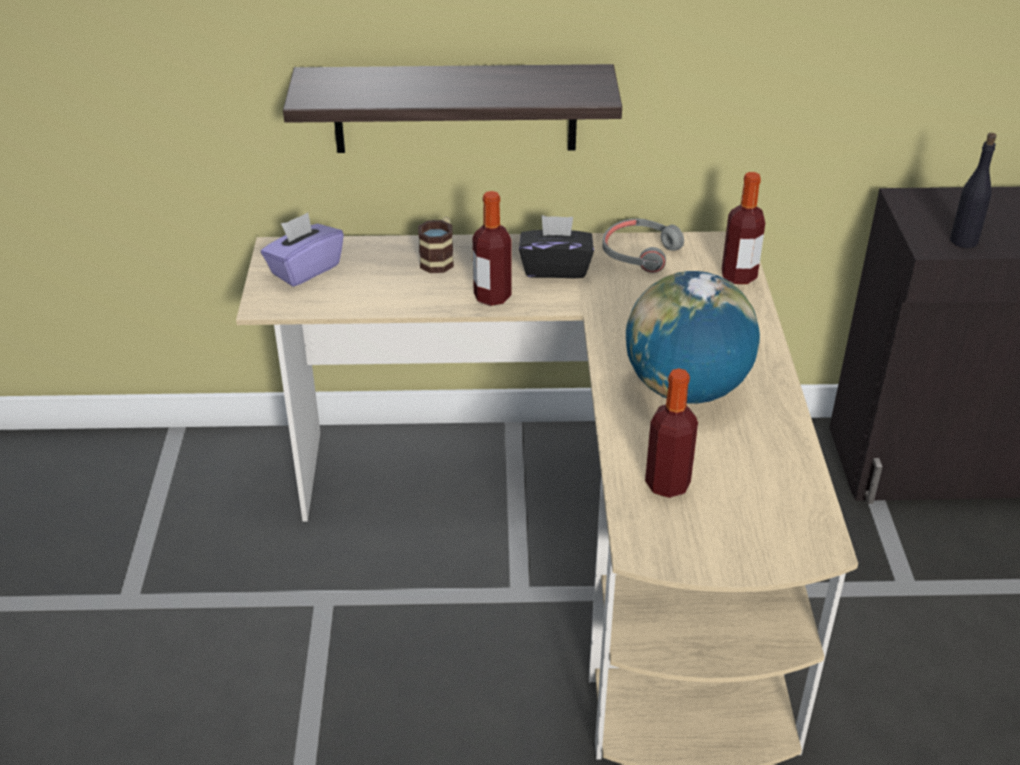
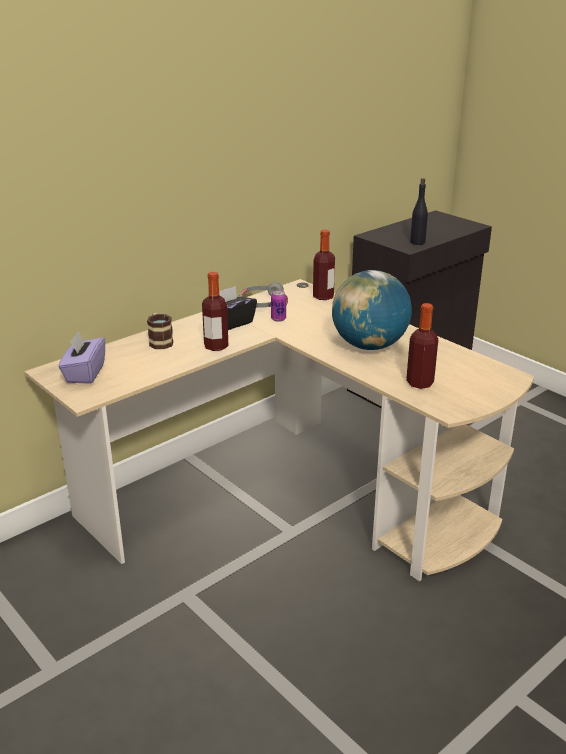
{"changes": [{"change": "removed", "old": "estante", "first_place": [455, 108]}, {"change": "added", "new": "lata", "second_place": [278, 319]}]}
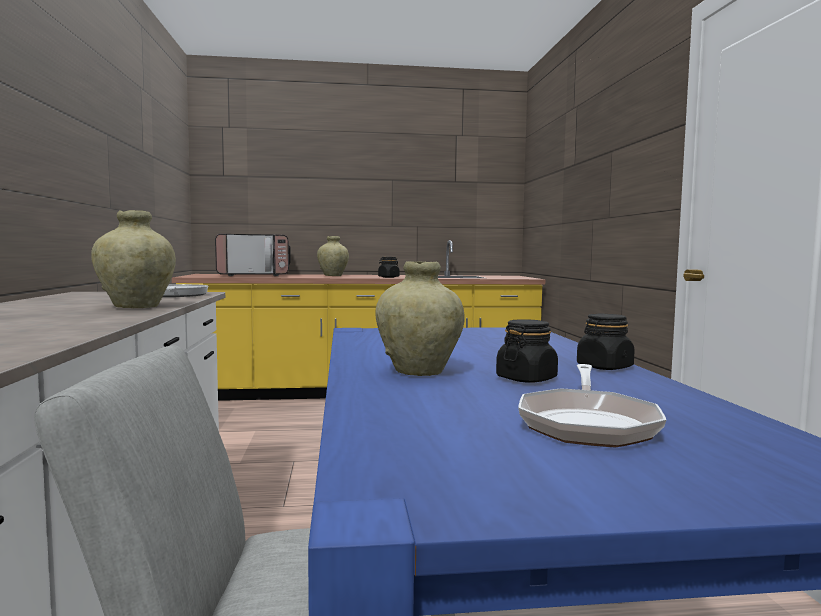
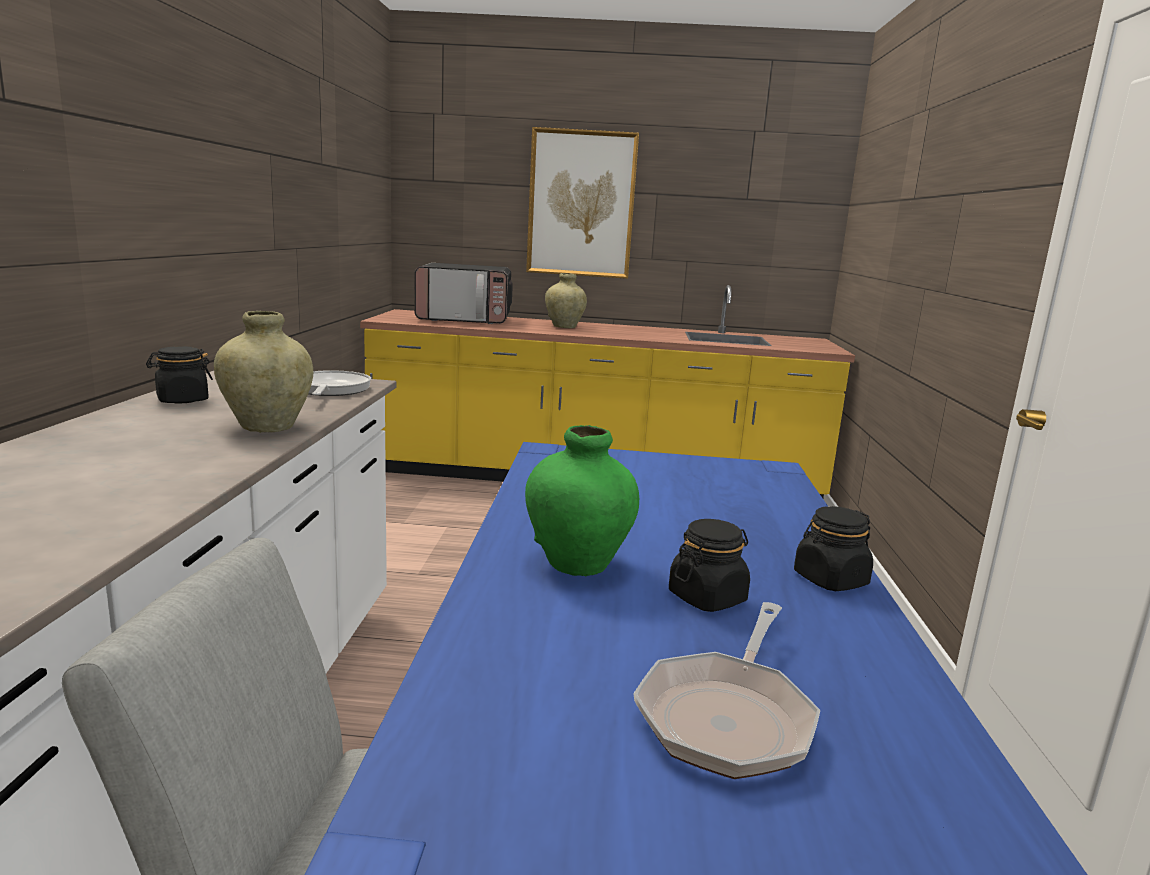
{"changes": [{"change": "recoloured", "old": "florero/beis", "new": "florero/verde", "first_place": [418, 372], "second_place": [577, 564]}, {"change": "moved", "old": "tarro/negro", "first_place": [388, 277], "second_place": [182, 400]}, {"change": "added", "new": "cuadro", "second_place": [581, 204]}]}
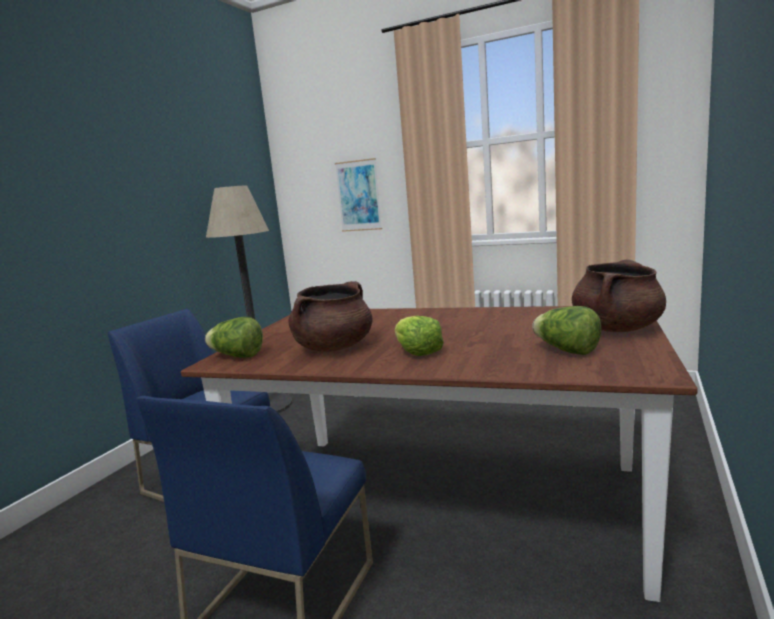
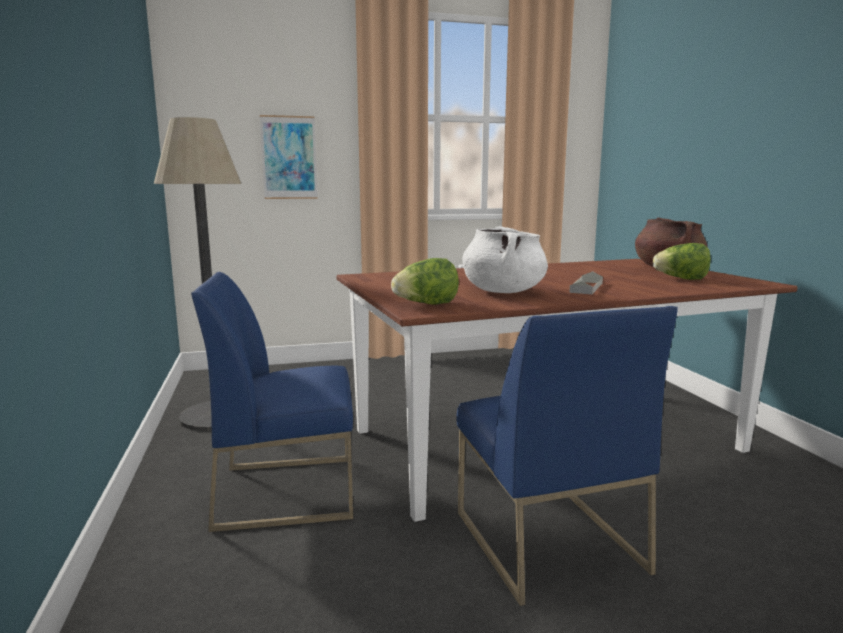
{"changes": [{"change": "recoloured", "old": "olla/marrón", "new": "olla/blanco", "first_place": [334, 347], "second_place": [503, 291]}, {"change": "replaced", "old": "lechuga", "new": "bandeja/gris", "first_place": [417, 352], "second_place": [586, 287]}]}
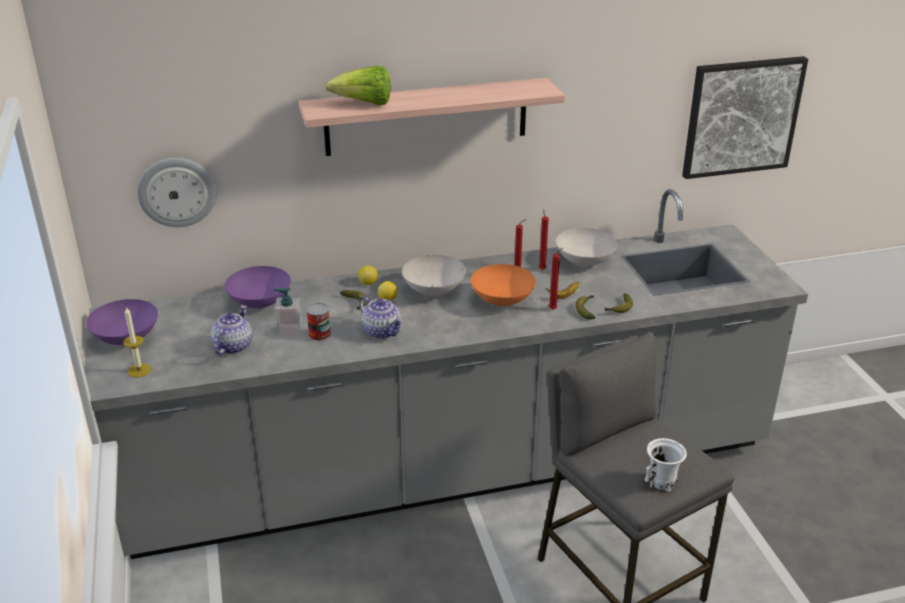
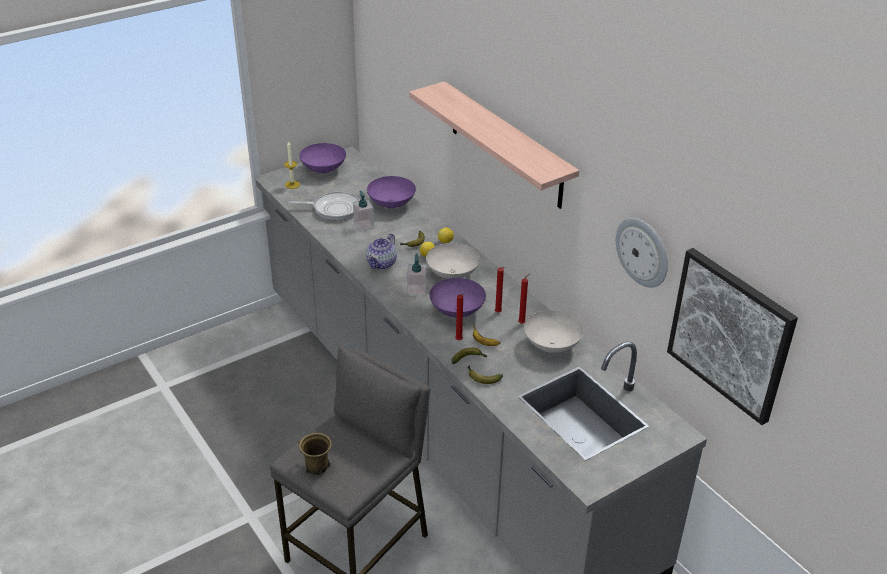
{"changes": [{"change": "moved", "old": "reloj de pared", "first_place": [177, 191], "second_place": [643, 252]}, {"change": "replaced", "old": "tetera", "new": "sartén", "first_place": [233, 346], "second_place": [333, 209]}, {"change": "removed", "old": "lata", "first_place": [319, 334]}, {"change": "removed", "old": "lechuga", "first_place": [365, 104]}, {"change": "recoloured", "old": "cuenco/naranja", "new": "cuenco/morado", "first_place": [502, 301], "second_place": [456, 311]}, {"change": "recoloured", "old": "taza grande/blanco", "new": "taza grande/marrón", "first_place": [662, 481], "second_place": [316, 467]}, {"change": "added", "new": "dispensador de jabón", "second_place": [416, 290]}]}
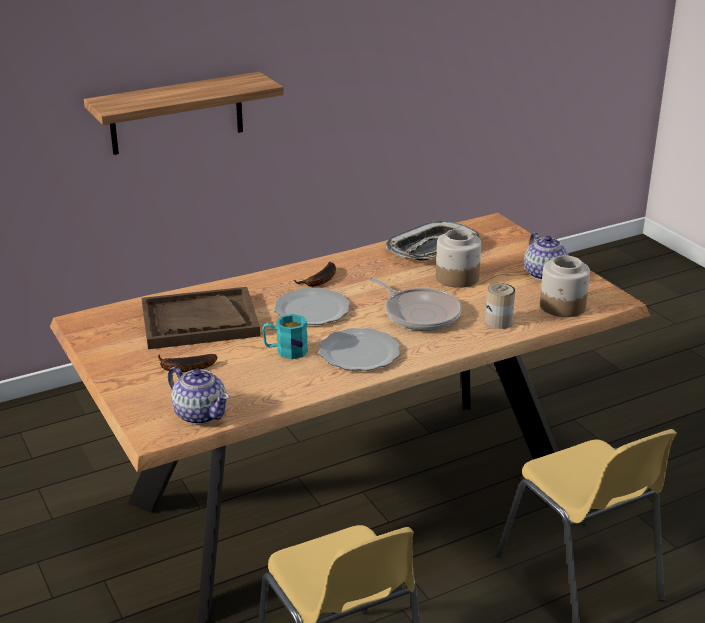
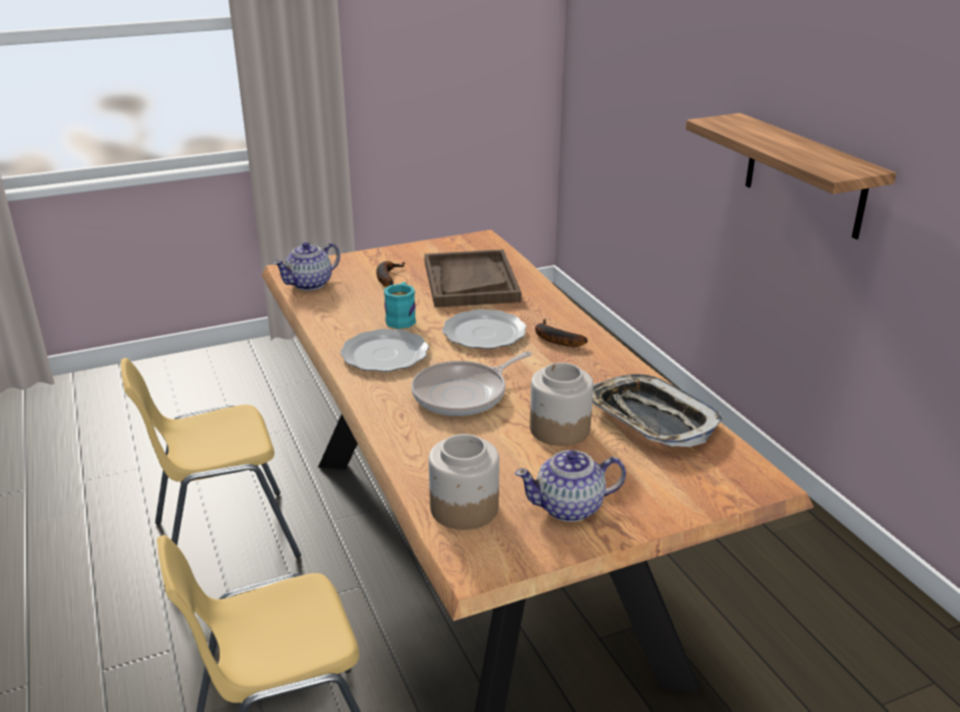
{"changes": [{"change": "removed", "old": "lata", "first_place": [498, 321]}]}
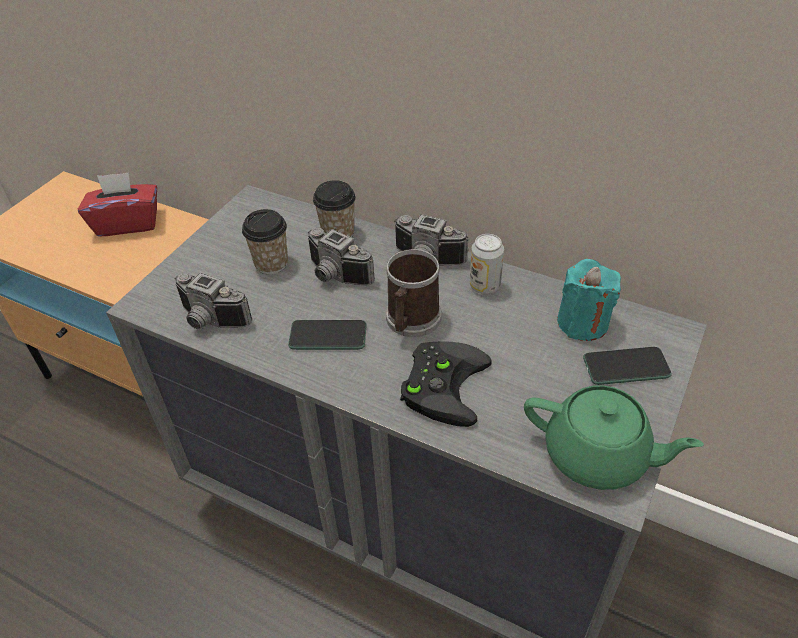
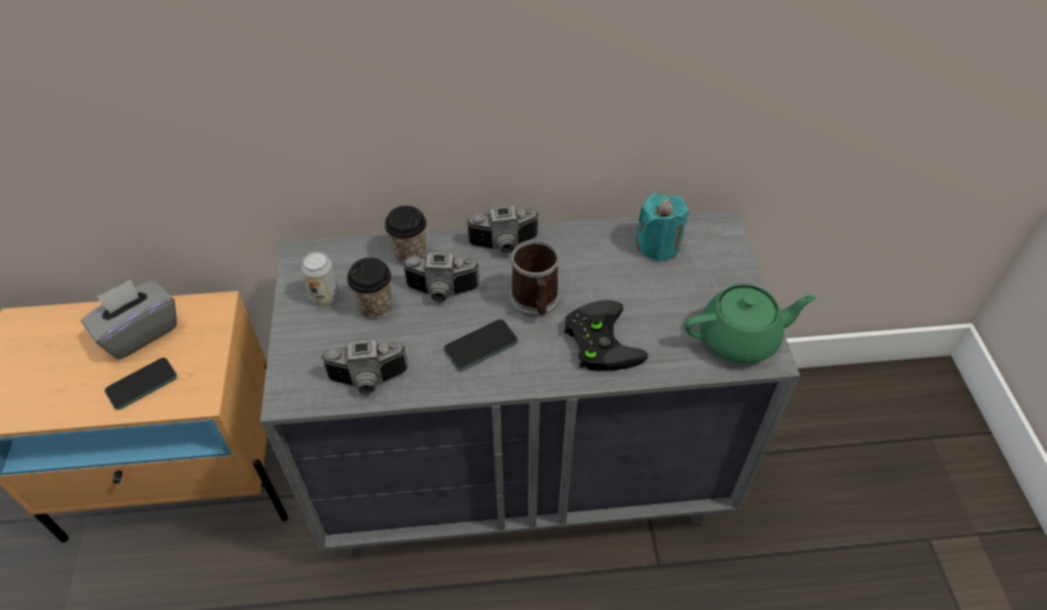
{"changes": [{"change": "recoloured", "old": "caja de pañuelos/rojo", "new": "caja de pañuelos/gris", "first_place": [128, 223], "second_place": [140, 332]}, {"change": "moved", "old": "lata", "first_place": [485, 286], "second_place": [325, 296]}, {"change": "moved", "old": "móvil", "first_place": [626, 367], "second_place": [142, 384]}]}
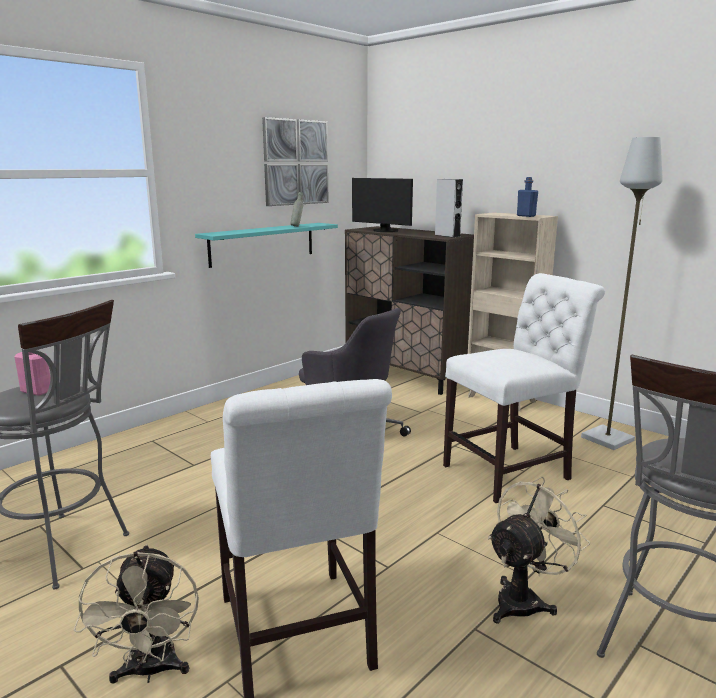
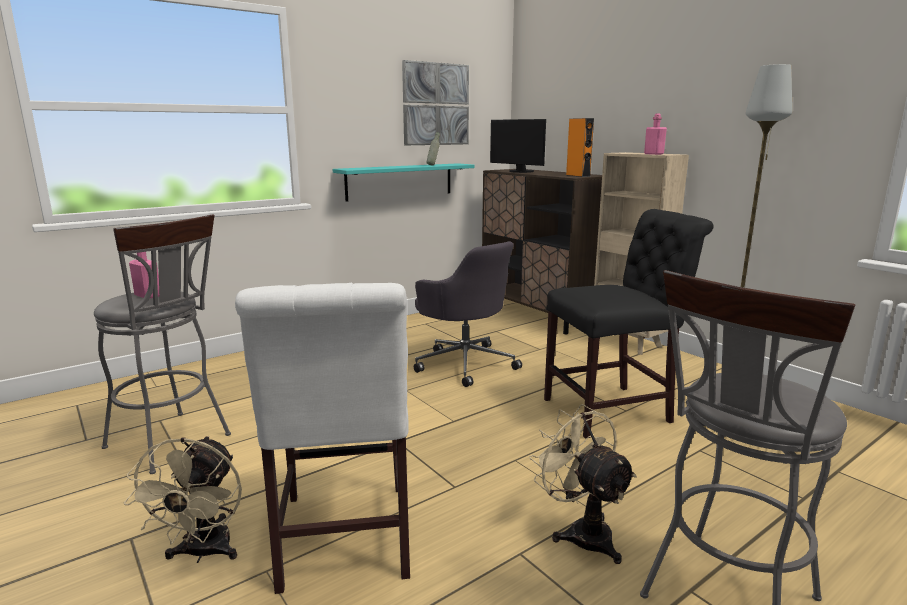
{"changes": [{"change": "recoloured", "old": "altavoz/gris", "new": "altavoz/naranja", "first_place": [447, 236], "second_place": [578, 175]}, {"change": "recoloured", "old": "silla/blanco", "new": "silla/negro", "first_place": [512, 471], "second_place": [613, 410]}, {"change": "turned", "old": "ventilador/beis", "first_place": [524, 599], "second_place": [582, 532], "degrees": -90}, {"change": "recoloured", "old": "botella/azul", "new": "botella/rosa", "first_place": [526, 216], "second_place": [653, 154]}]}
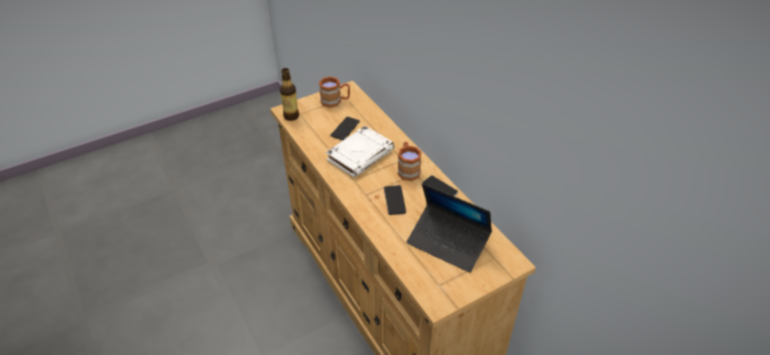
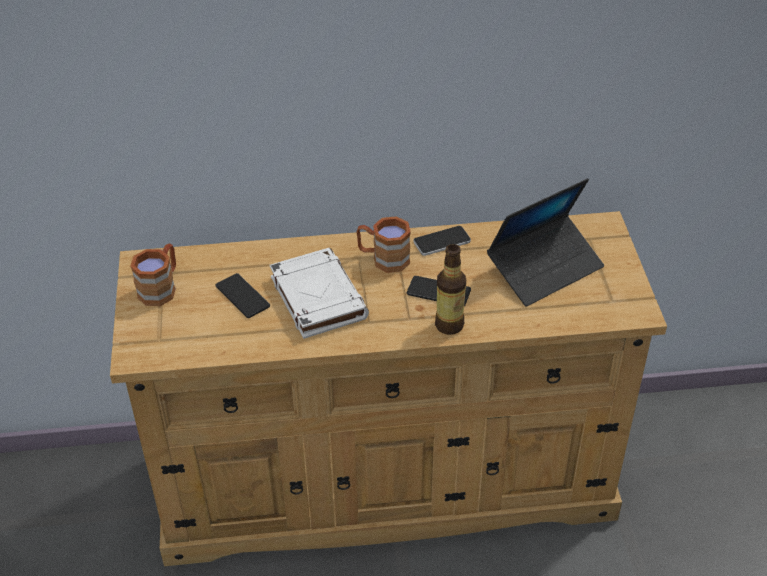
{"changes": [{"change": "moved", "old": "botella", "first_place": [291, 116], "second_place": [449, 325]}]}
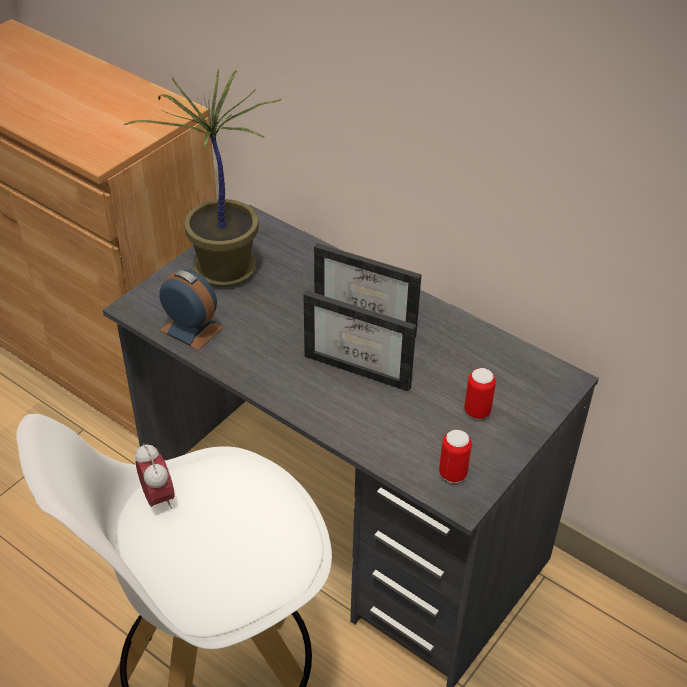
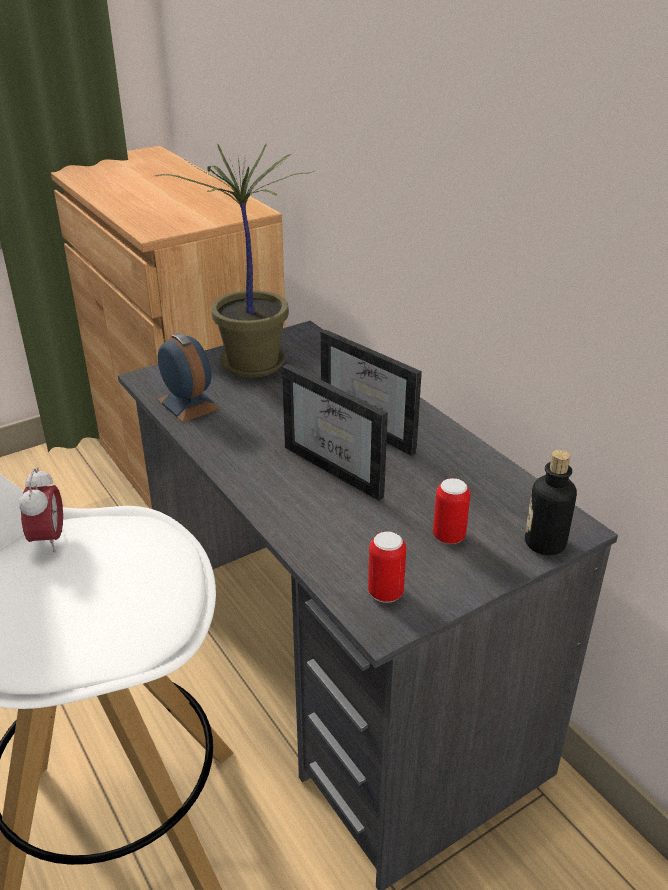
{"changes": [{"change": "added", "new": "botella", "second_place": [545, 543]}]}
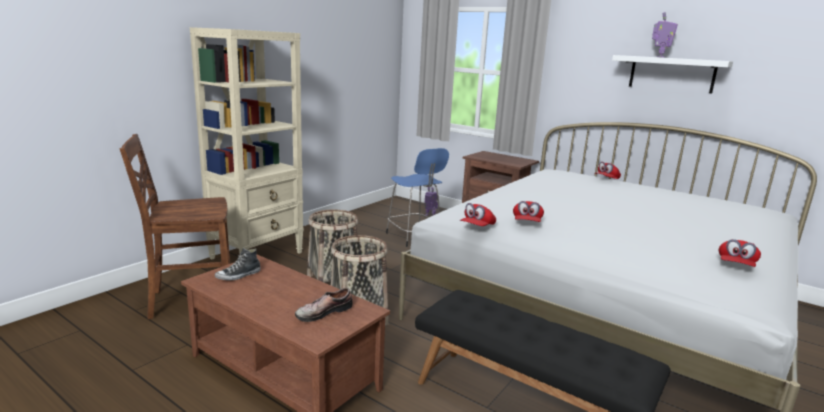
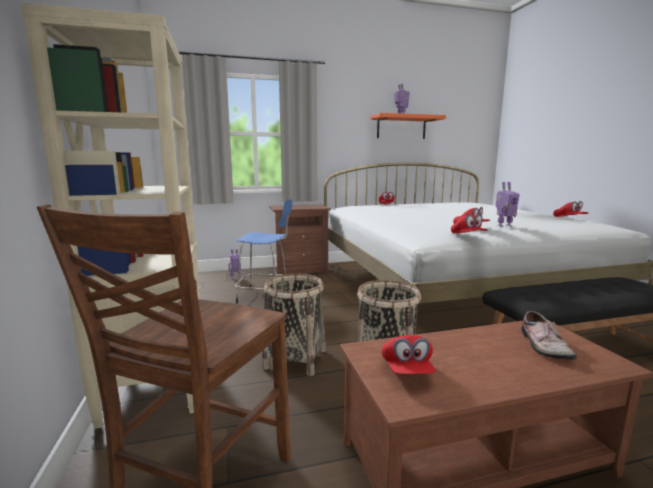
{"changes": [{"change": "replaced", "old": "zapato", "new": "gorra/rojo", "first_place": [238, 276], "second_place": [406, 370]}, {"change": "recoloured", "old": "estante/blanco", "new": "estante/naranja", "first_place": [671, 74], "second_place": [401, 127]}, {"change": "added", "new": "robot de juguete", "second_place": [504, 225]}]}
